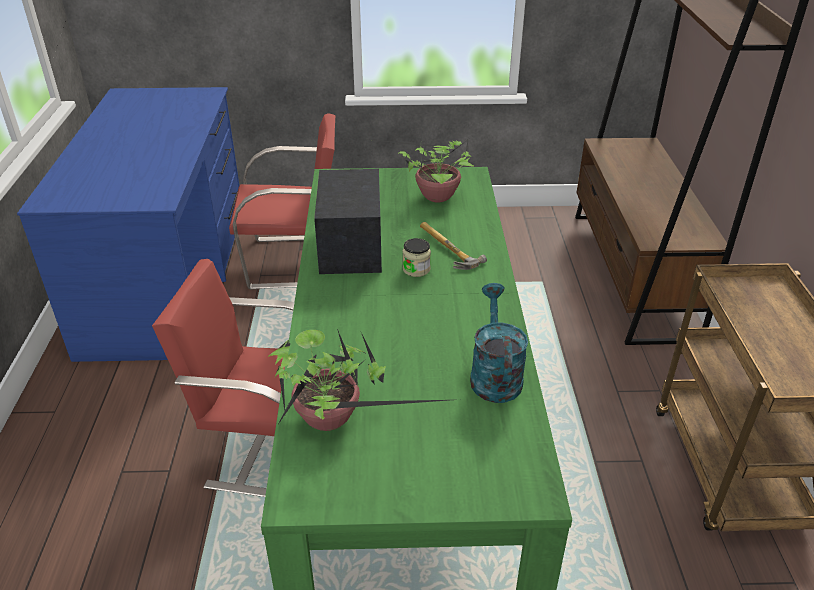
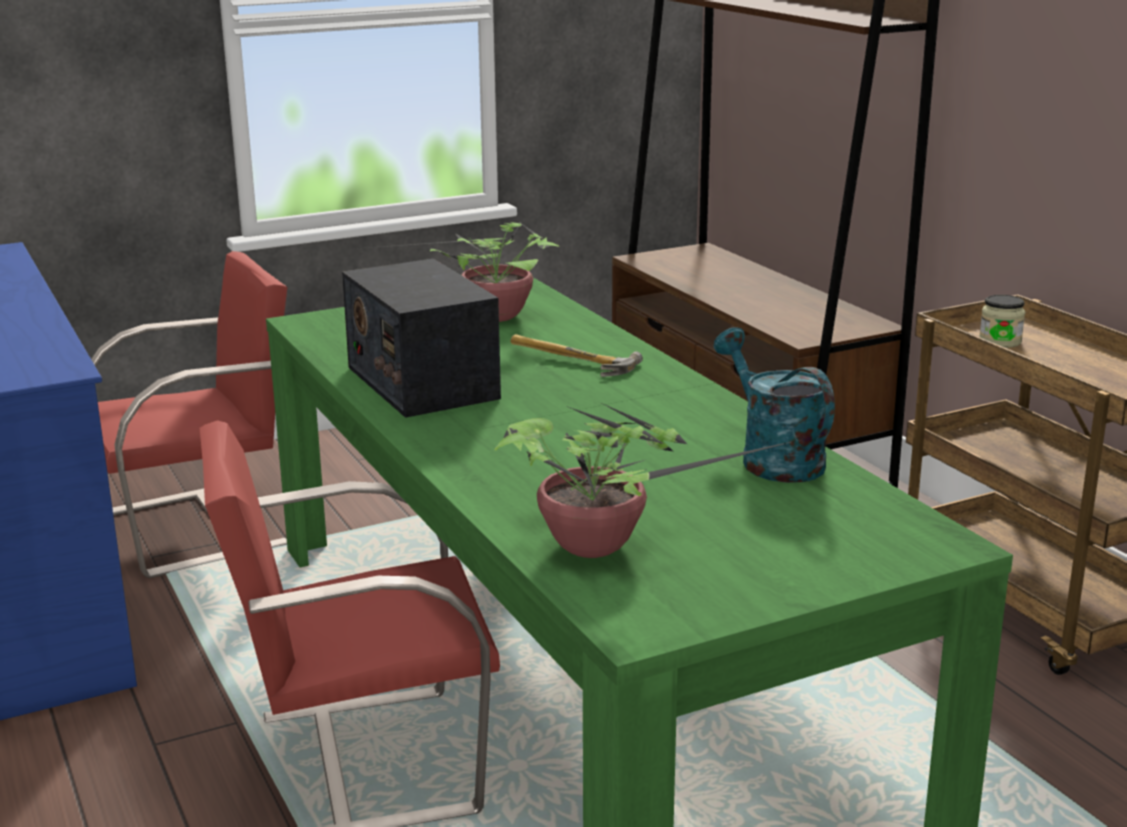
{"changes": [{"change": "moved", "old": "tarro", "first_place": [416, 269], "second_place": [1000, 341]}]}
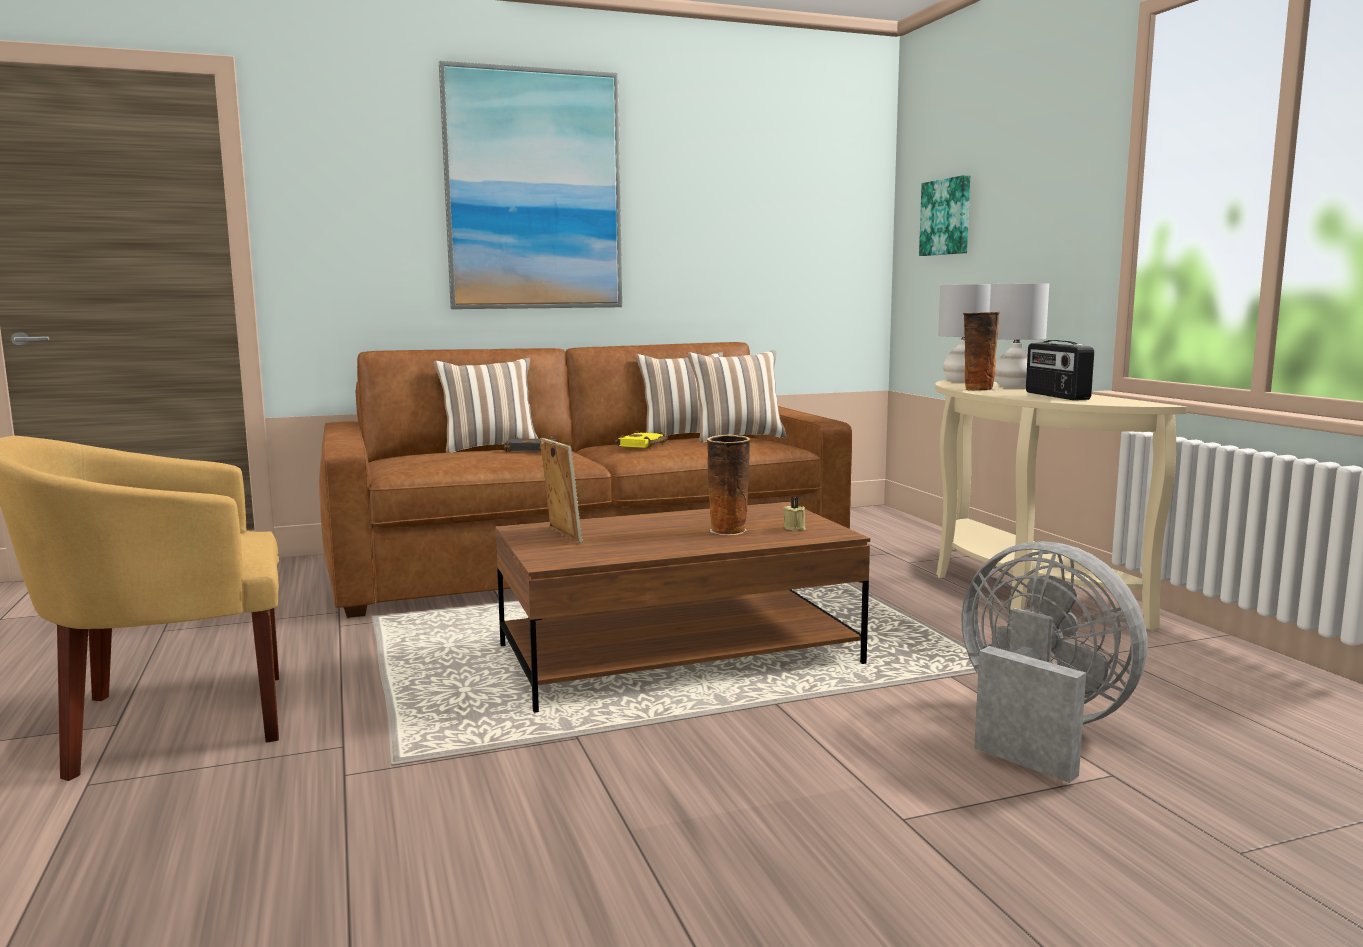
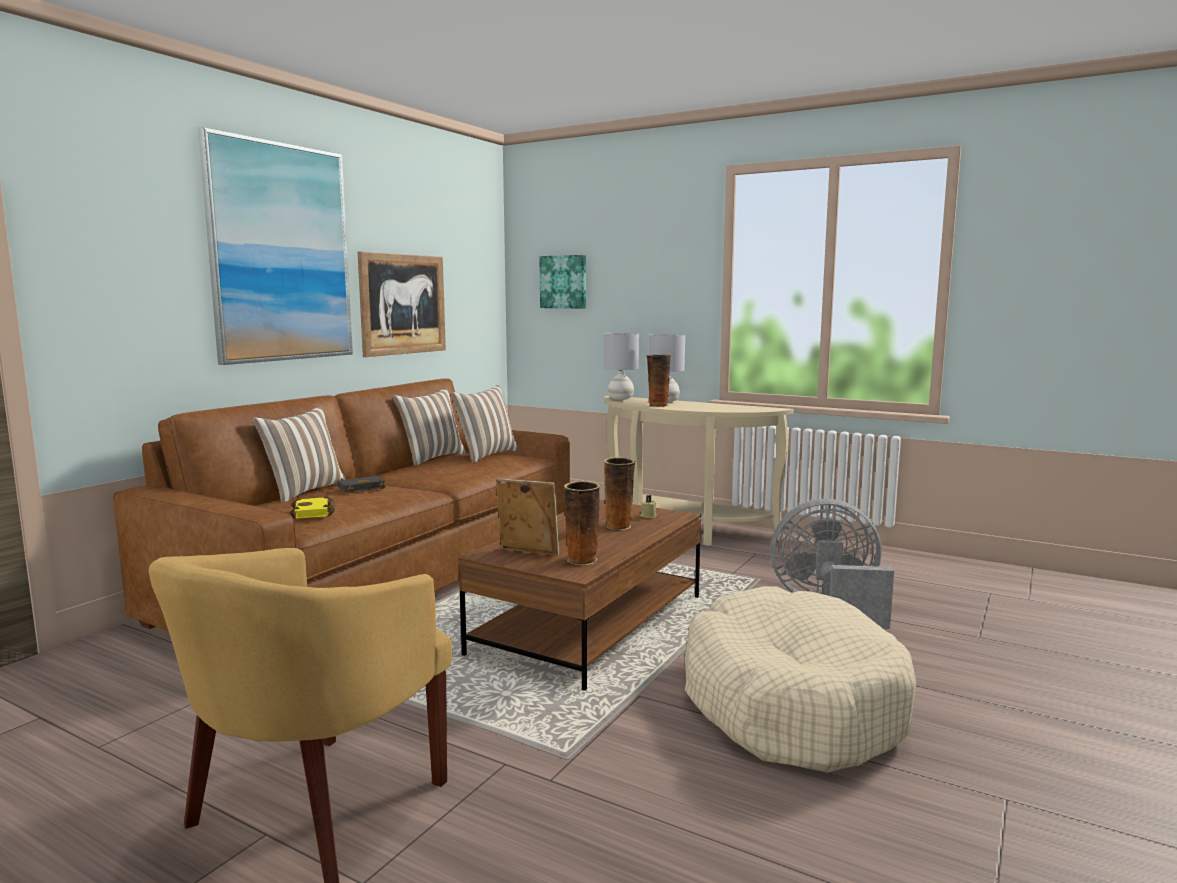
{"changes": [{"change": "moved", "old": "libro/amarillo", "first_place": [643, 445], "second_place": [314, 512]}, {"change": "removed", "old": "radio", "first_place": [1055, 396]}, {"change": "added", "new": "cuadro", "second_place": [403, 304]}, {"change": "added", "new": "florero", "second_place": [582, 560]}, {"change": "added", "new": "cama para perro/beis", "second_place": [790, 703]}]}
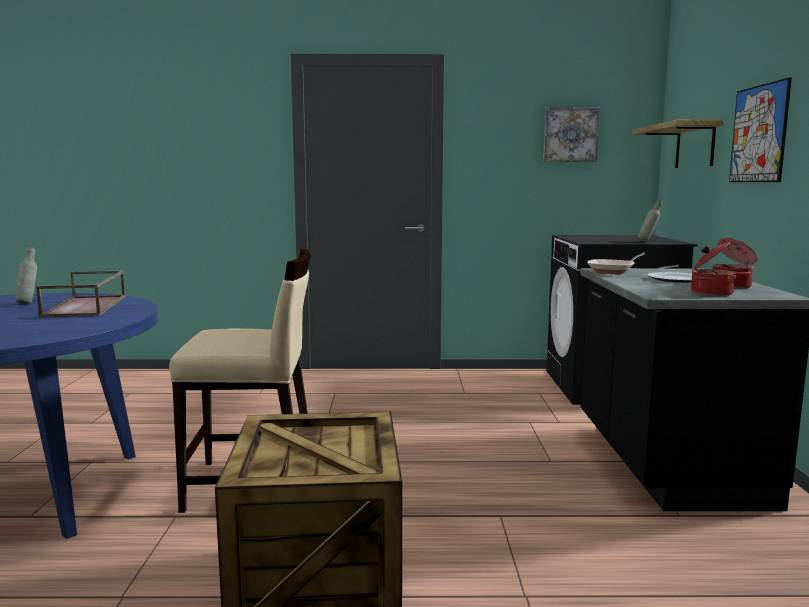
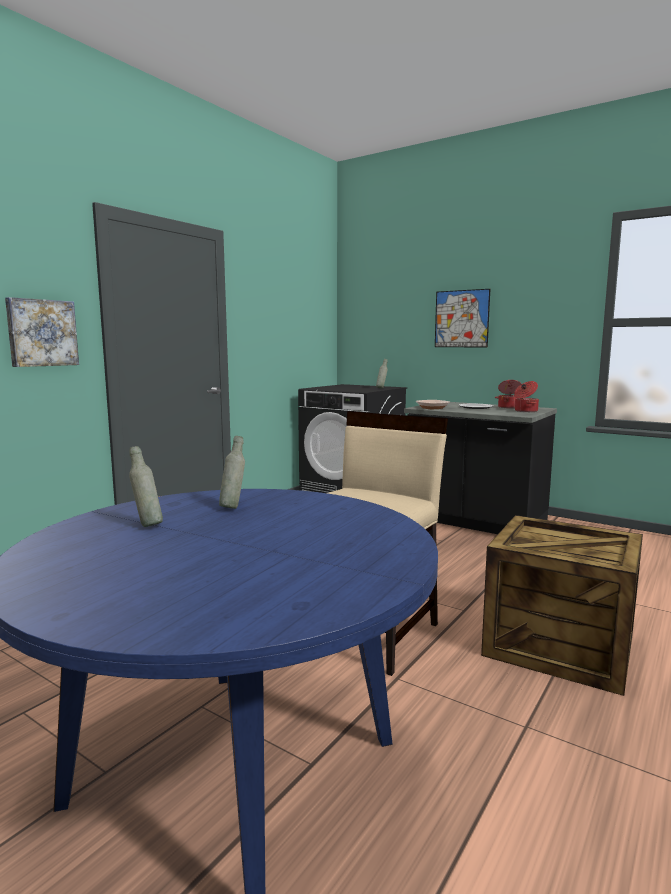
{"changes": [{"change": "replaced", "old": "bandeja/marrón", "new": "botella/gris", "first_place": [86, 306], "second_place": [233, 507]}, {"change": "moved", "old": "cuadro", "first_place": [570, 135], "second_place": [41, 333]}, {"change": "removed", "old": "estante", "first_place": [695, 146]}]}
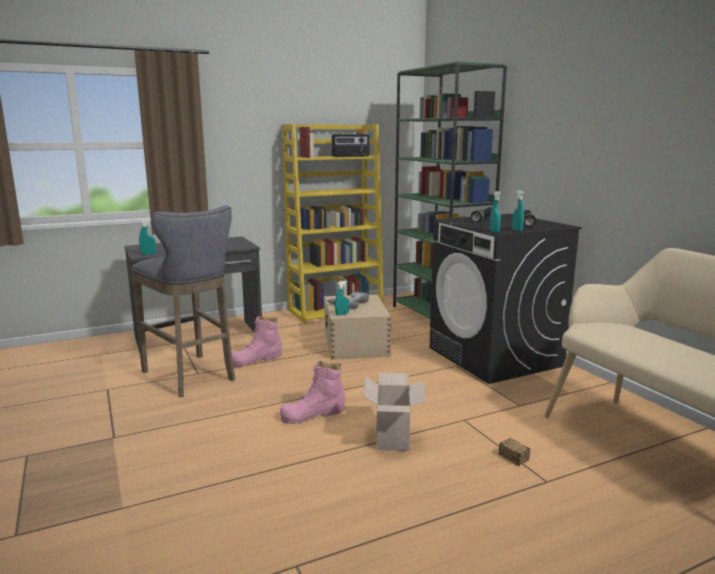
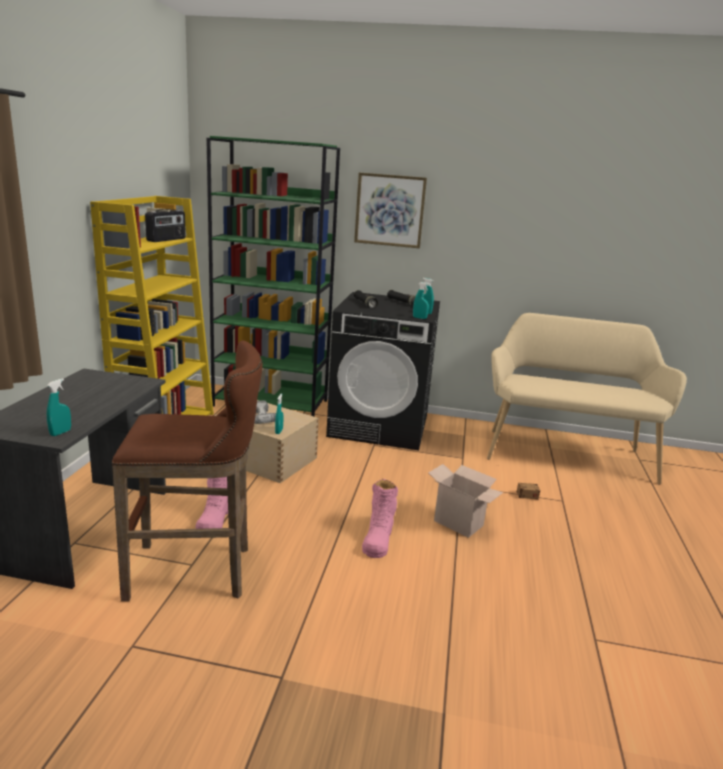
{"changes": [{"change": "recoloured", "old": "taburete/gris", "new": "taburete/marrón", "first_place": [192, 377], "second_place": [196, 571]}, {"change": "added", "new": "cuadro", "second_place": [389, 210]}]}
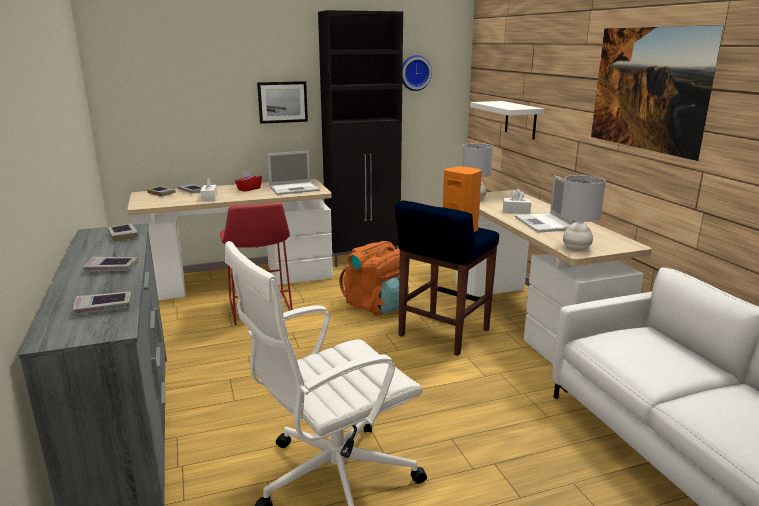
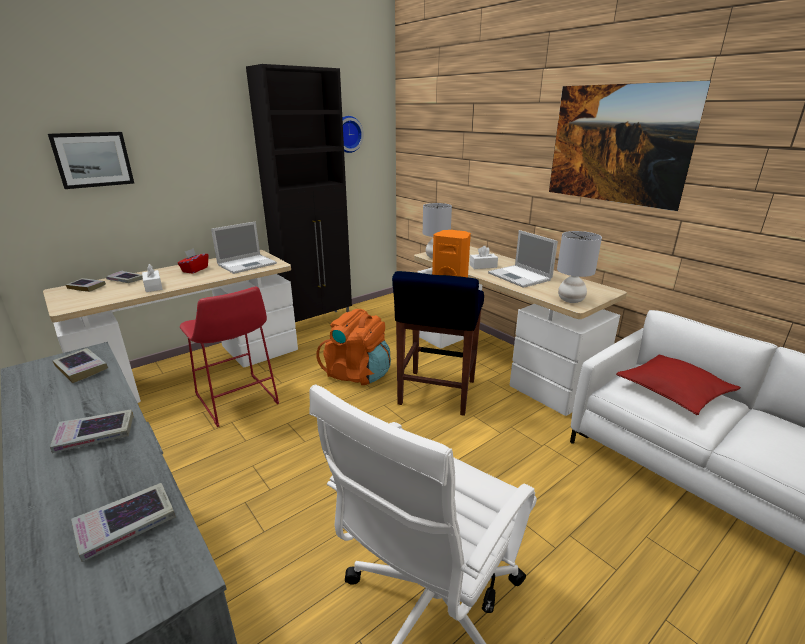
{"changes": [{"change": "moved", "old": "cuadro", "first_place": [282, 102], "second_place": [93, 159]}, {"change": "removed", "old": "estante/blanco", "first_place": [520, 120]}, {"change": "added", "new": "cojín/rojo", "second_place": [673, 391]}]}
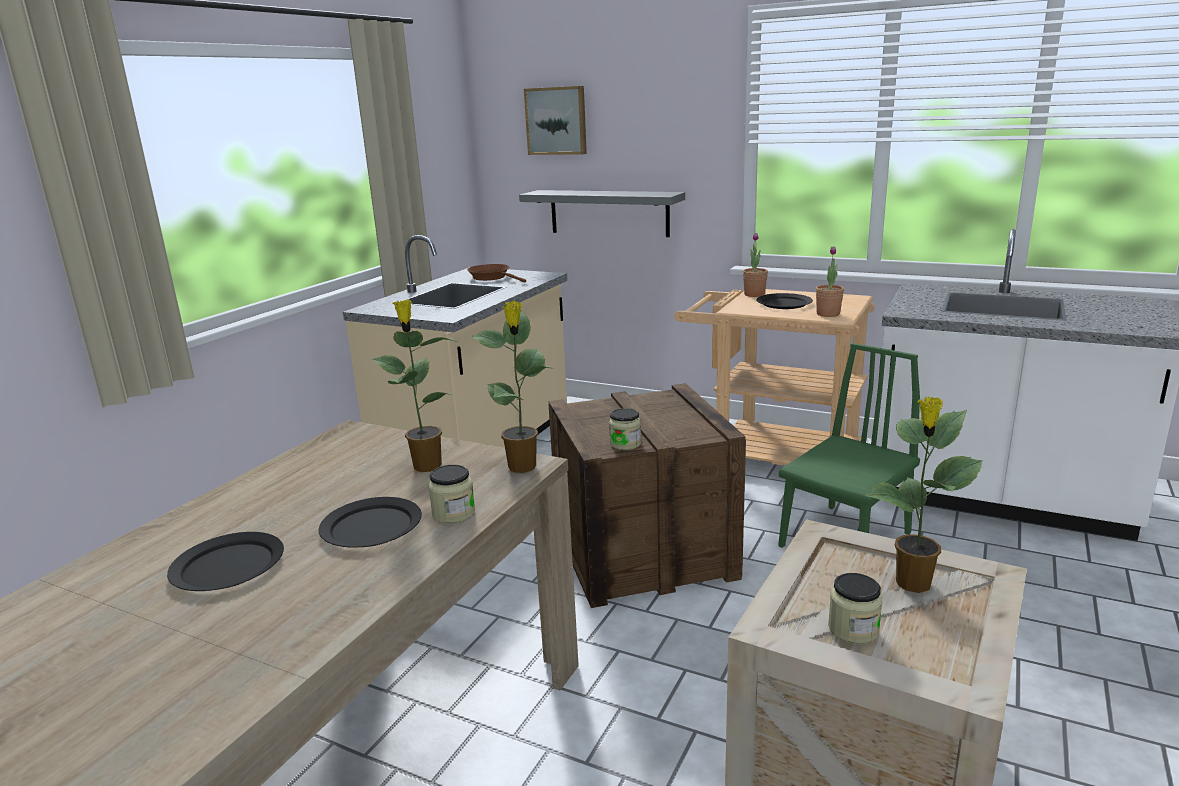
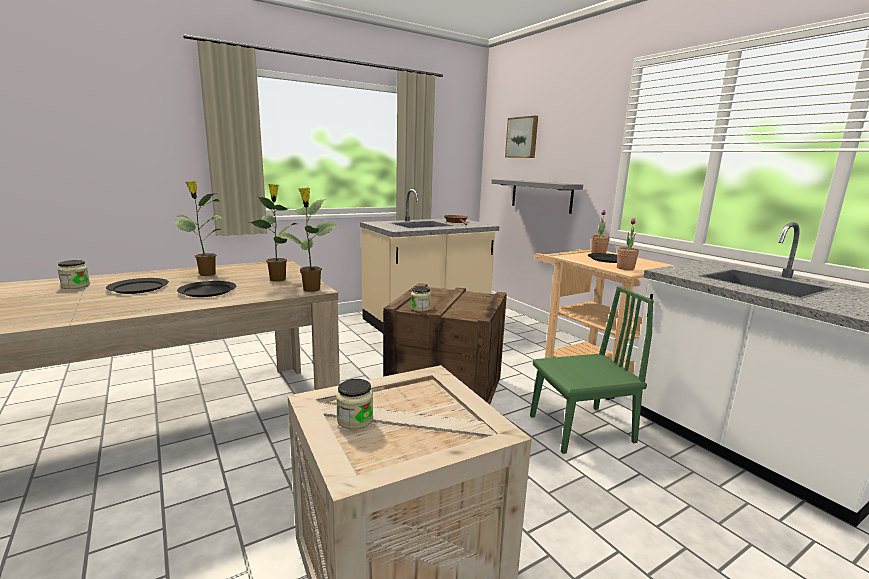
{"changes": [{"change": "moved", "old": "tarro", "first_place": [453, 513], "second_place": [75, 286]}, {"change": "moved", "old": "planta en maceta", "first_place": [912, 584], "second_place": [206, 274]}]}
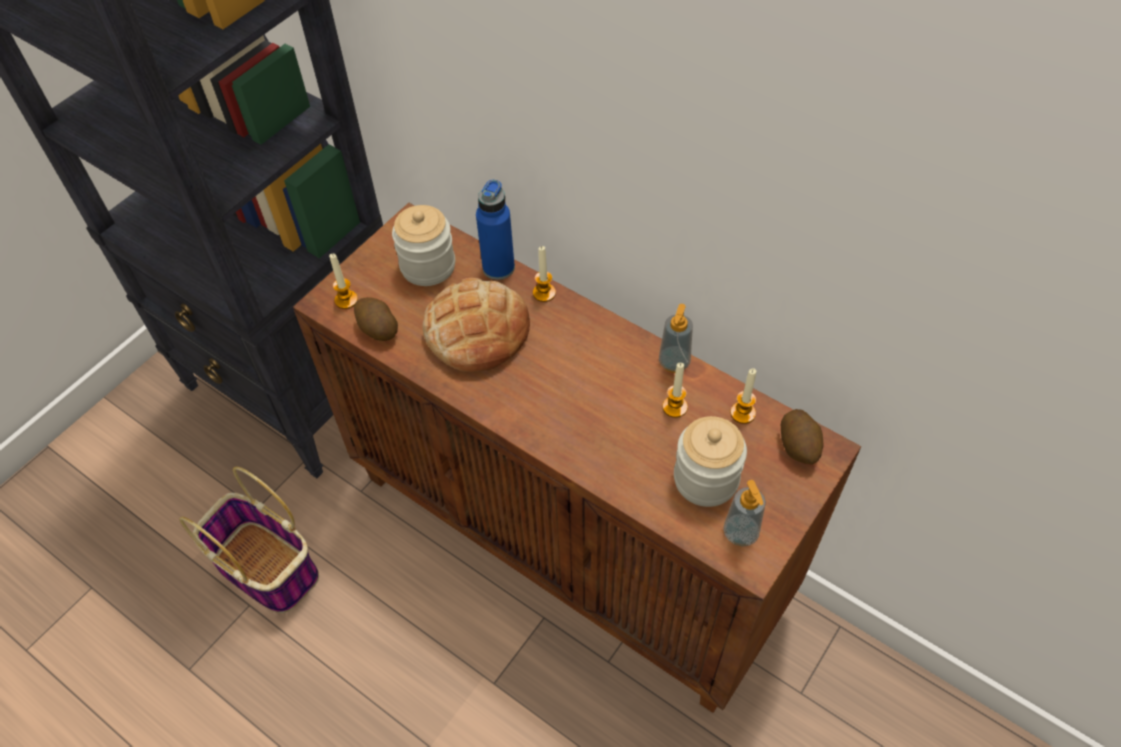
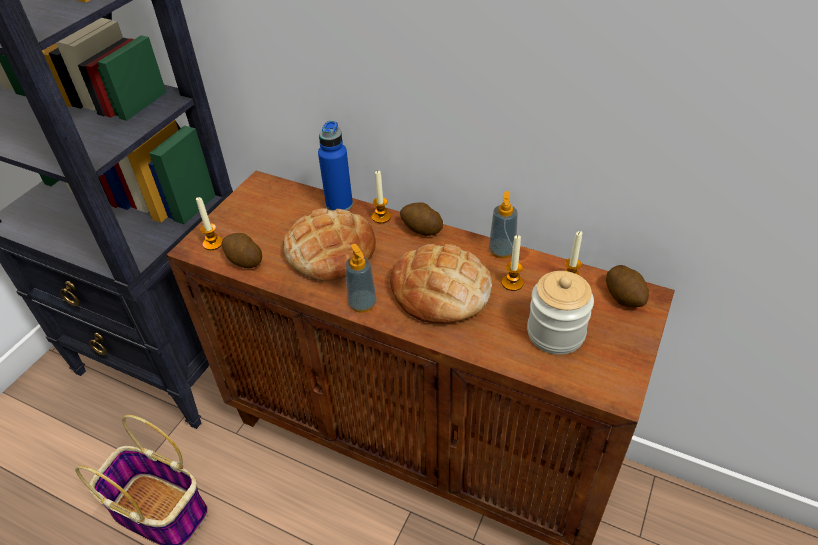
{"changes": [{"change": "removed", "old": "tarro", "first_place": [428, 266]}, {"change": "moved", "old": "dispensador de jabón", "first_place": [740, 533], "second_place": [362, 304]}, {"change": "added", "new": "pan", "second_place": [441, 290]}, {"change": "added", "new": "patata", "second_place": [421, 229]}]}
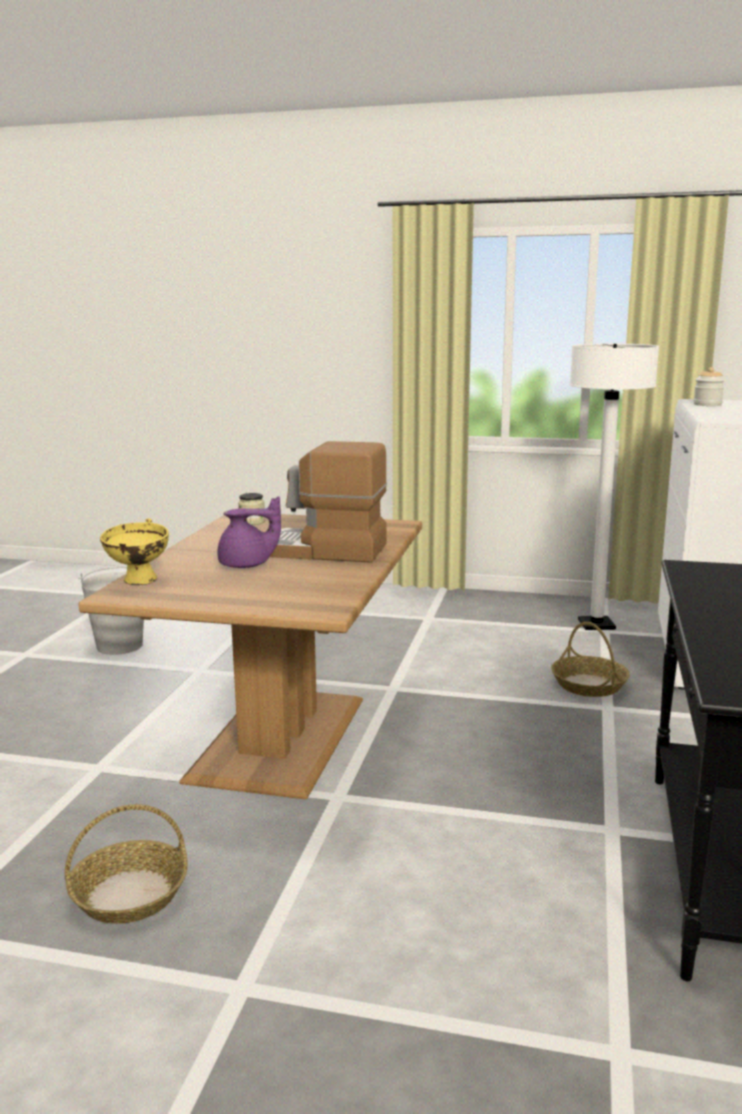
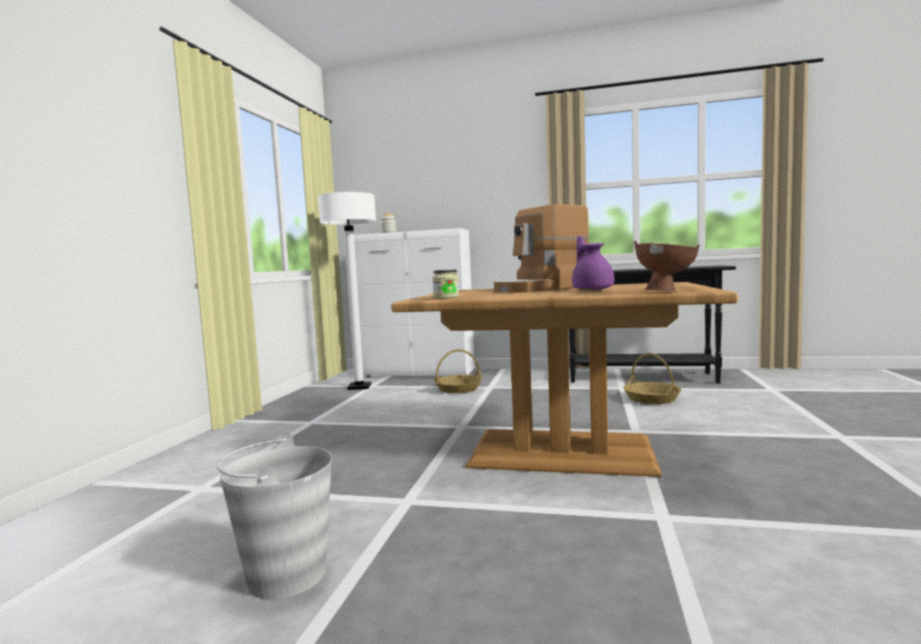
{"changes": [{"change": "moved", "old": "cesta", "first_place": [129, 895], "second_place": [652, 399]}, {"change": "recoloured", "old": "cuenco/amarillo", "new": "cuenco/marrón", "first_place": [138, 582], "second_place": [667, 291]}, {"change": "turned", "old": "cafetera", "first_place": [325, 551], "second_place": [541, 289], "degrees": 45}]}
